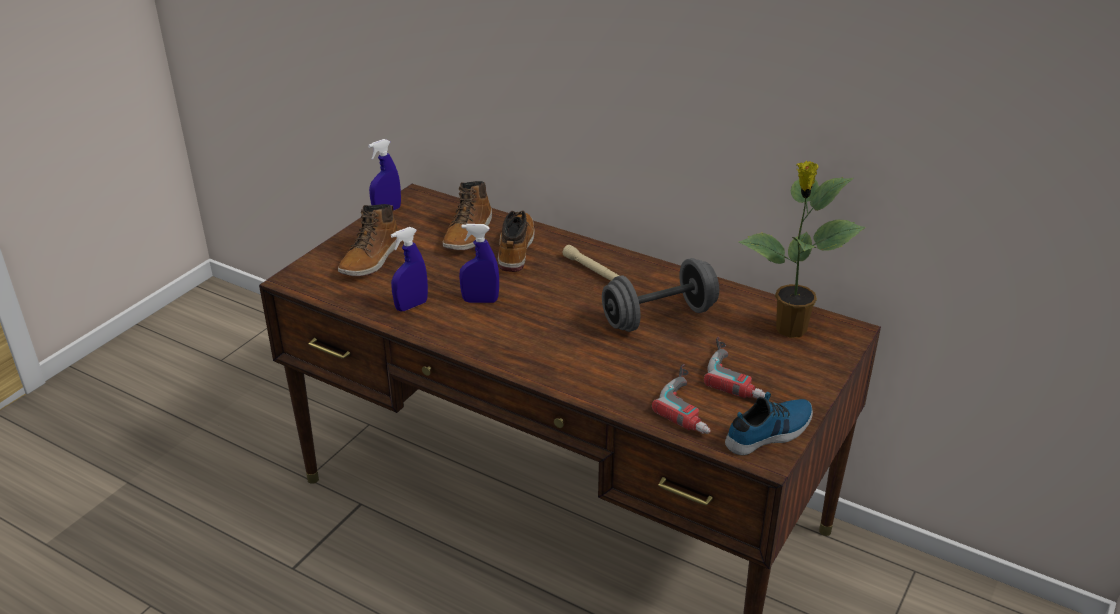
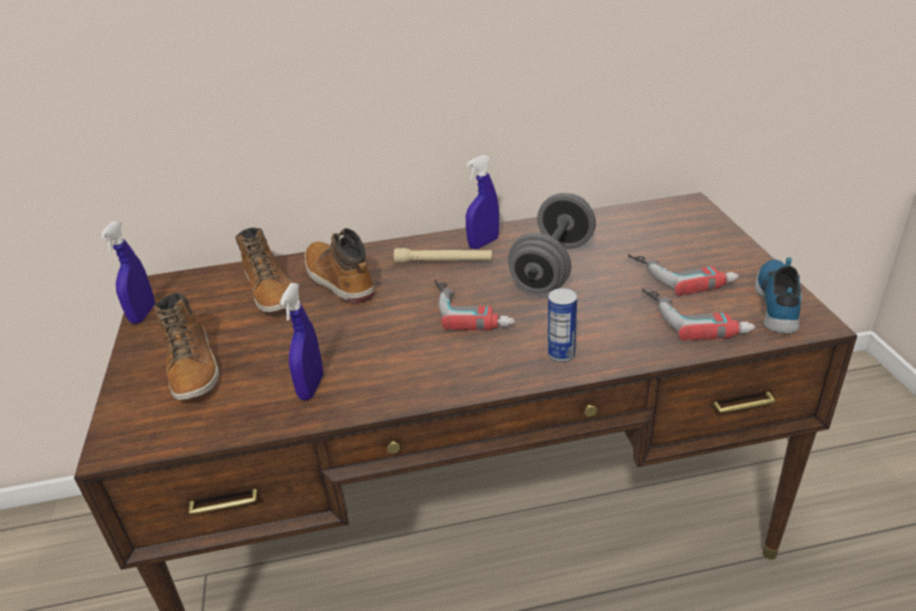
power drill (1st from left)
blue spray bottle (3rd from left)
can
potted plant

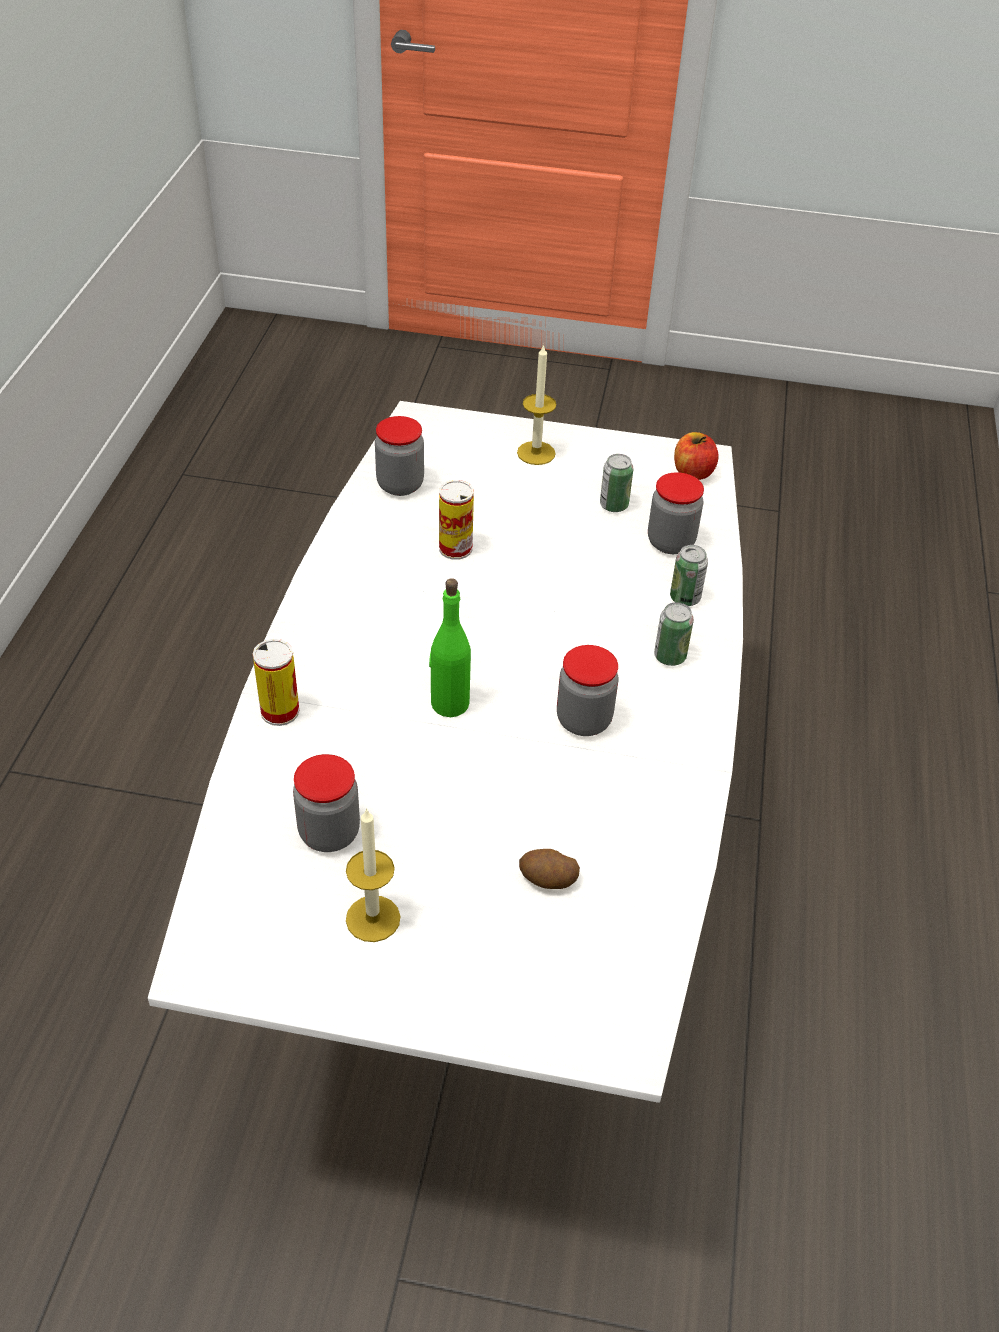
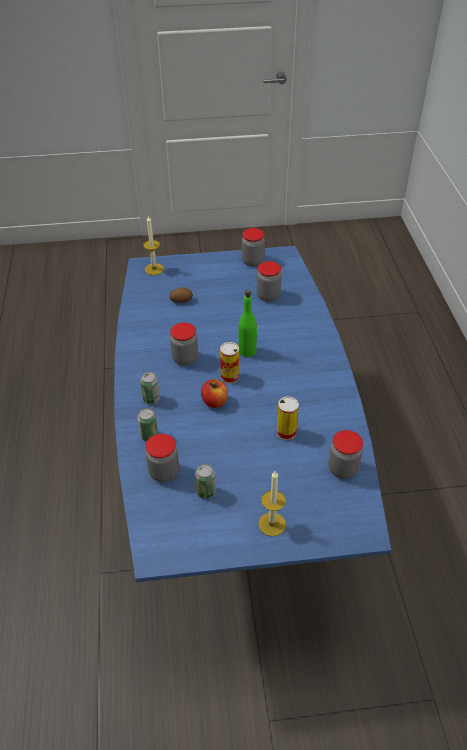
blue dining table
candle (1st from left)
apple
can (4th from left)
jar (3rd from left)

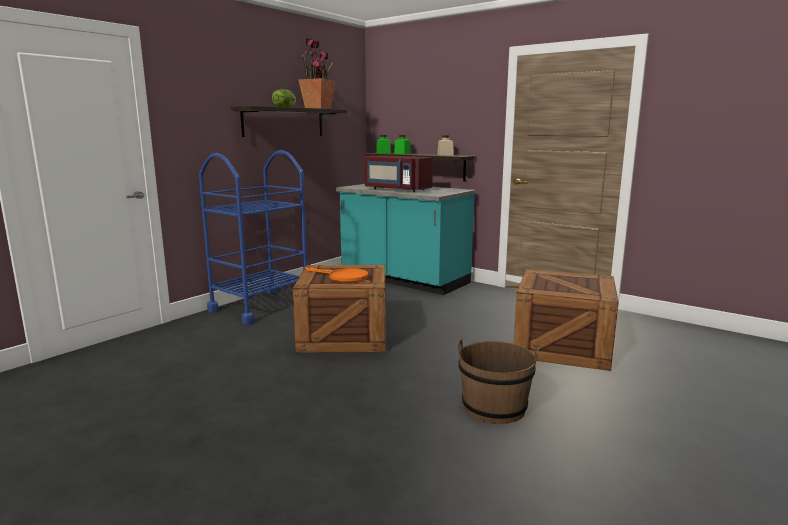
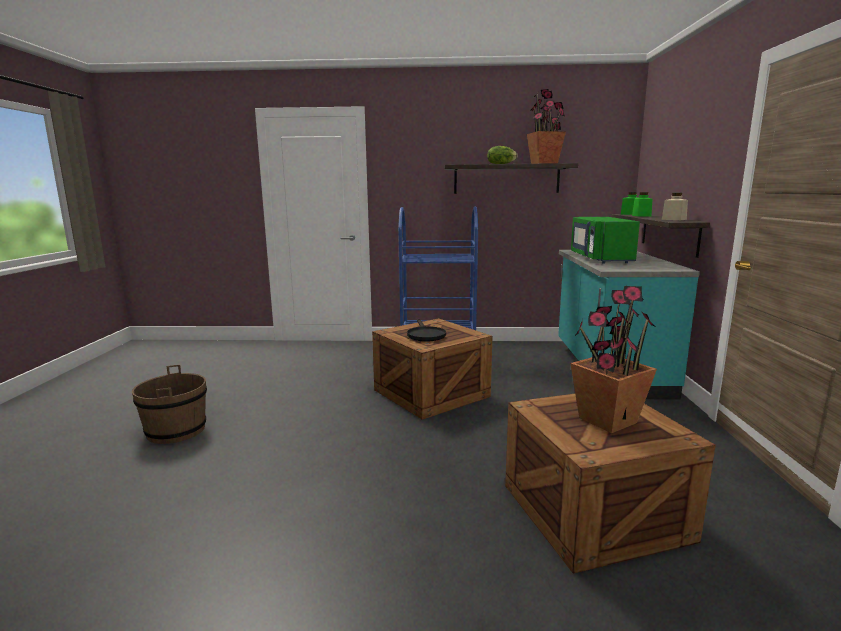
brown bucket
black frying pan
potted plant (2nd from left)
green microwave

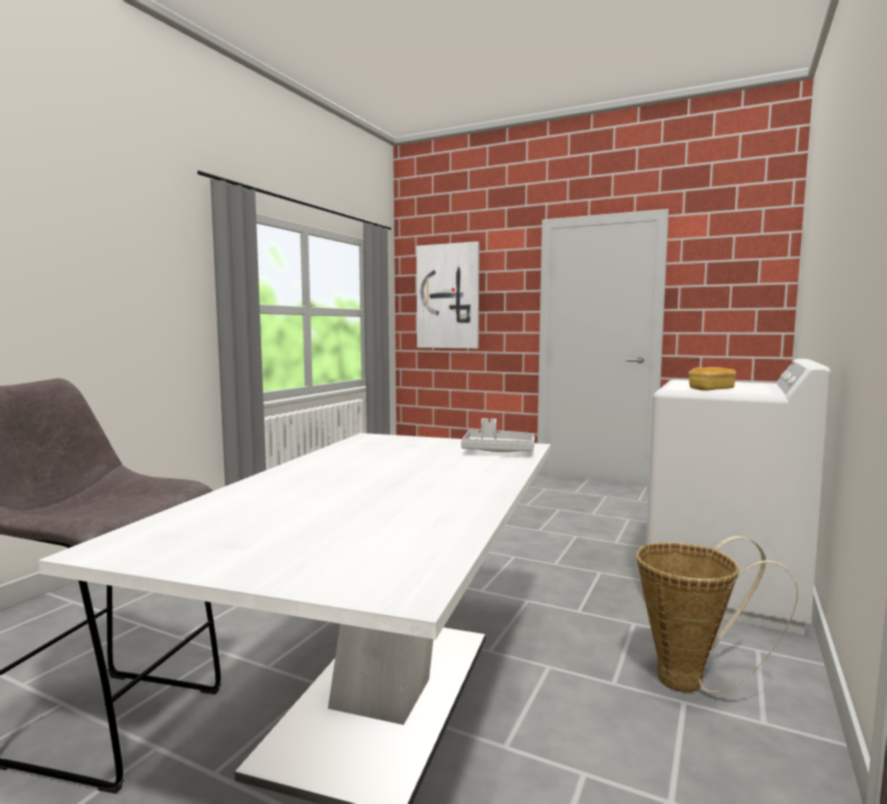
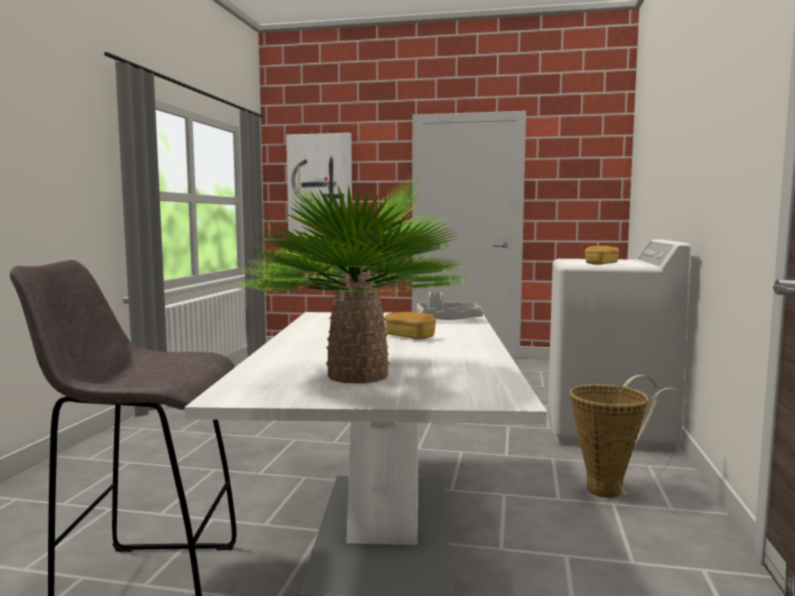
potted plant
bread (1st from left)

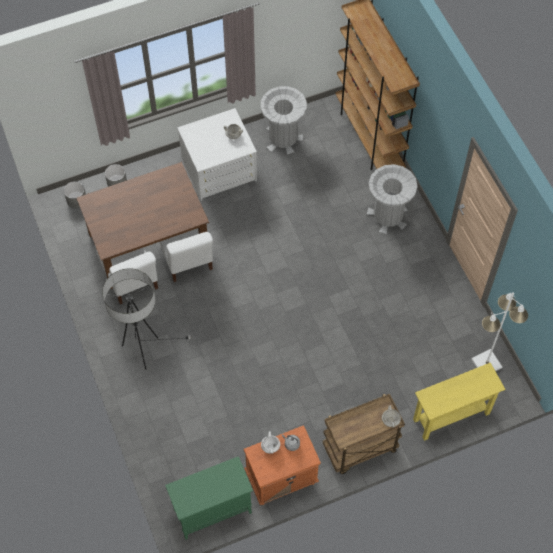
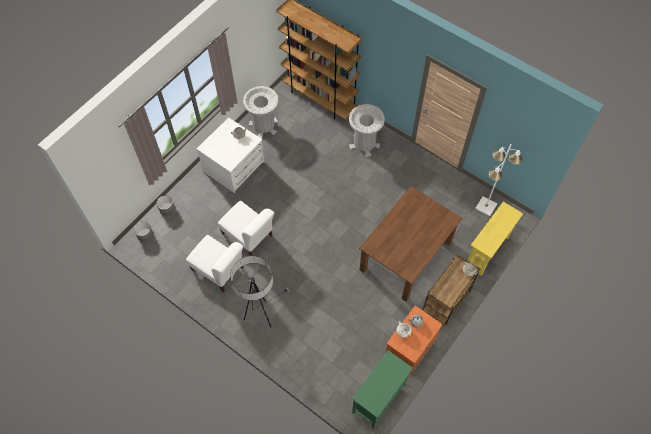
brown dining table

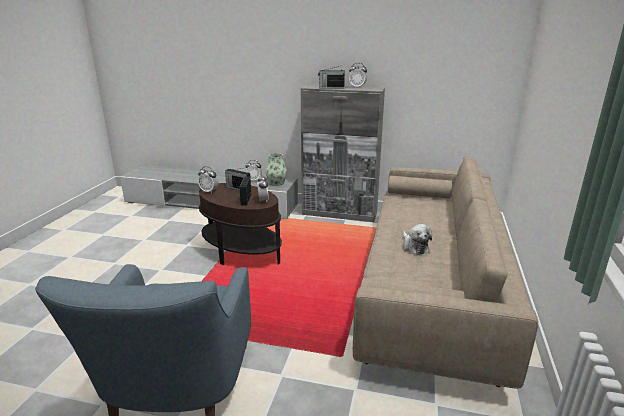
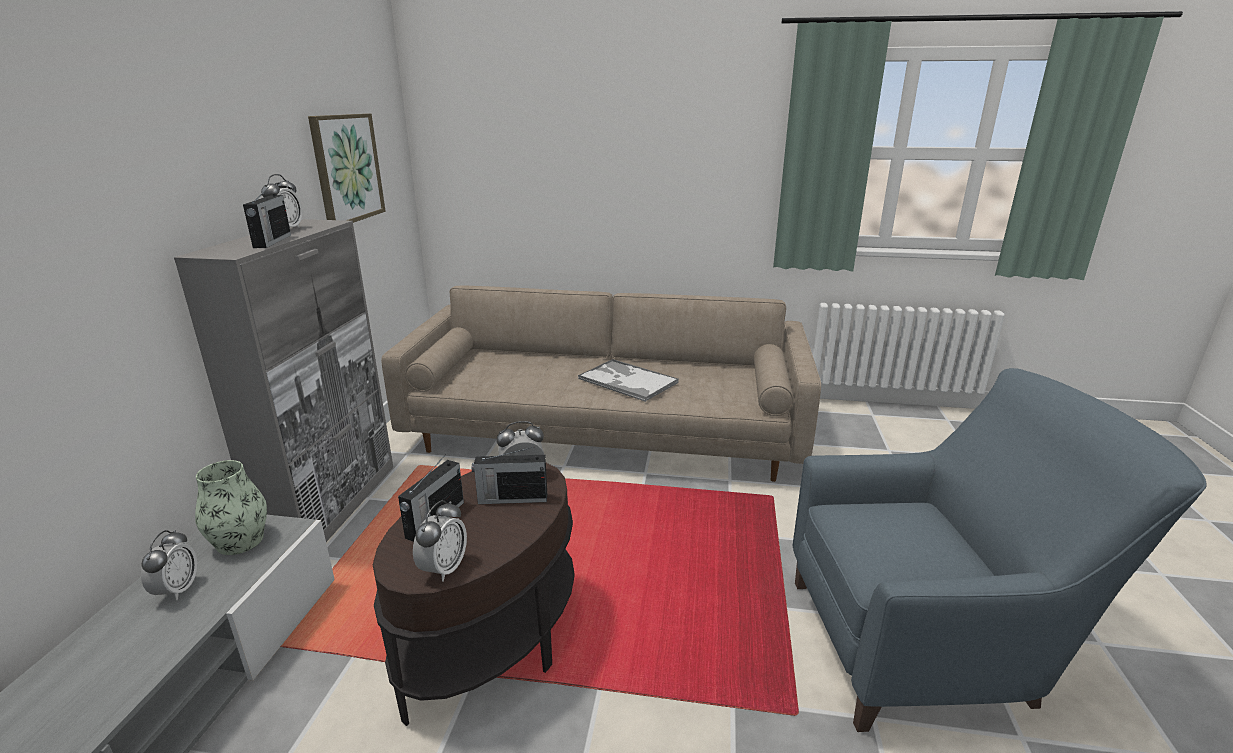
picture
tray

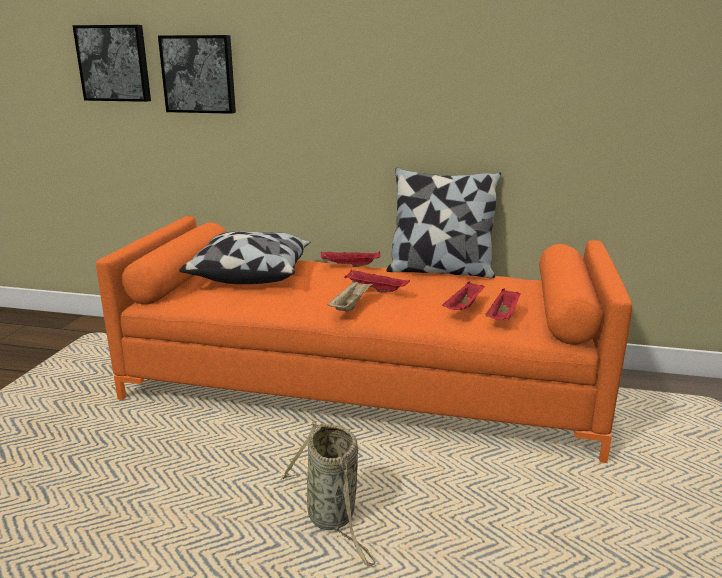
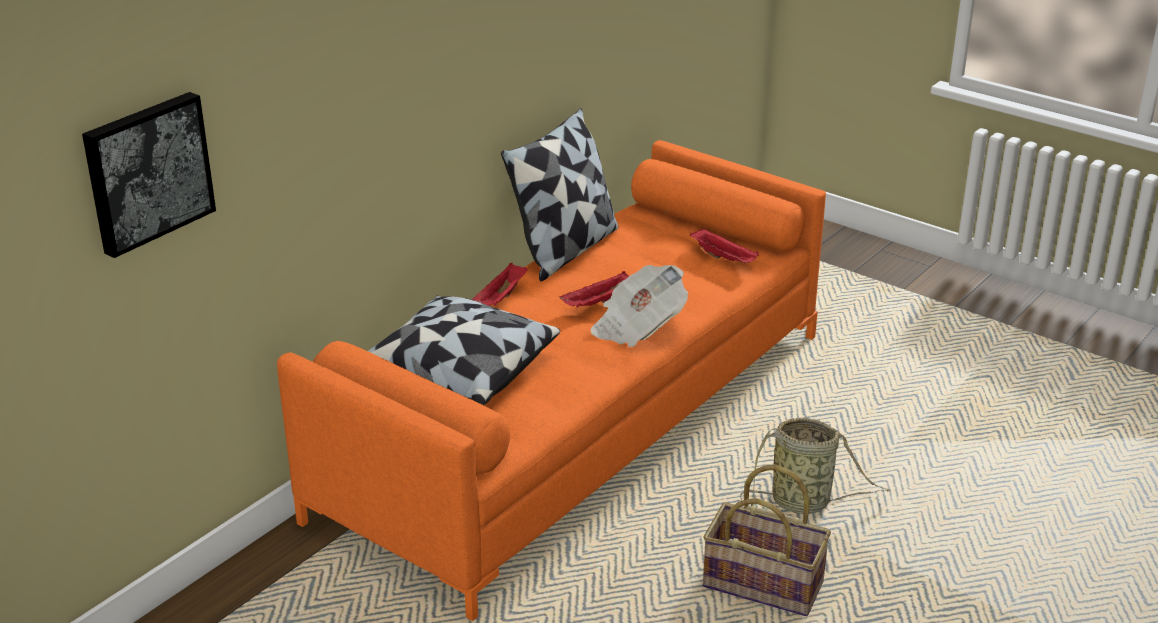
newspaper
basket (1st from left)
picture (2nd from left in the first image)
red tray (3rd from left in the first image)

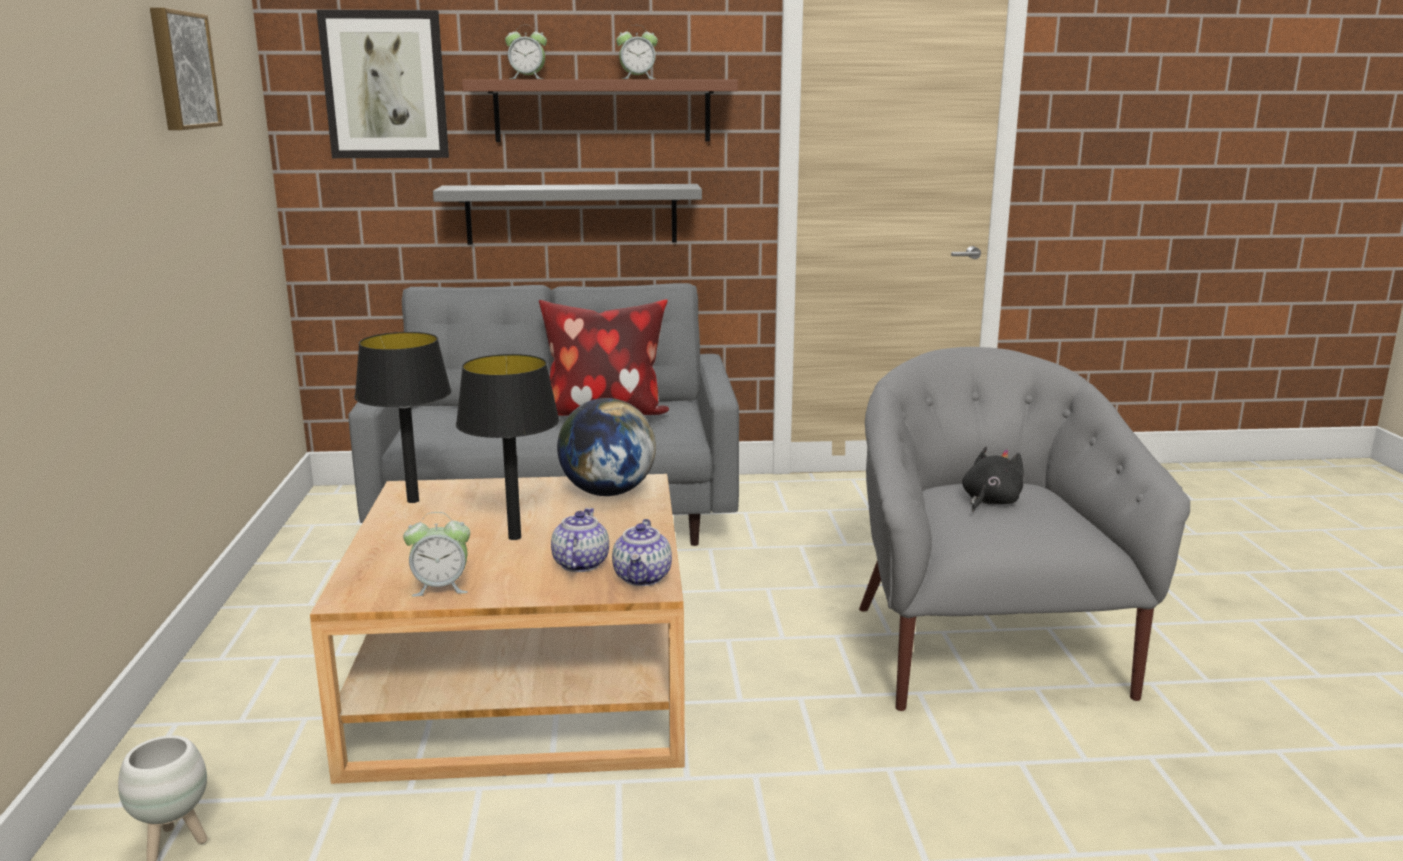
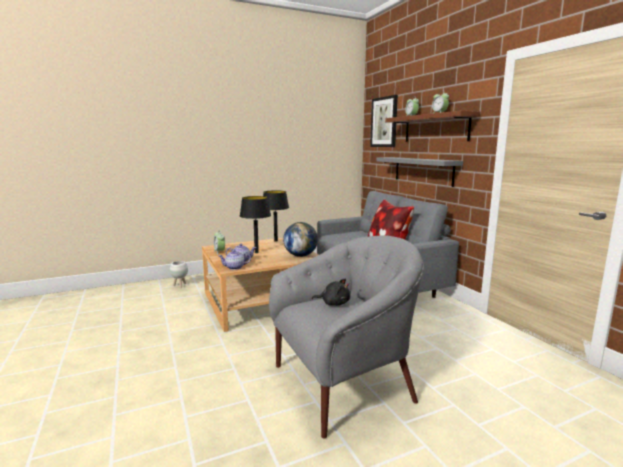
picture (1st from left in the first image)

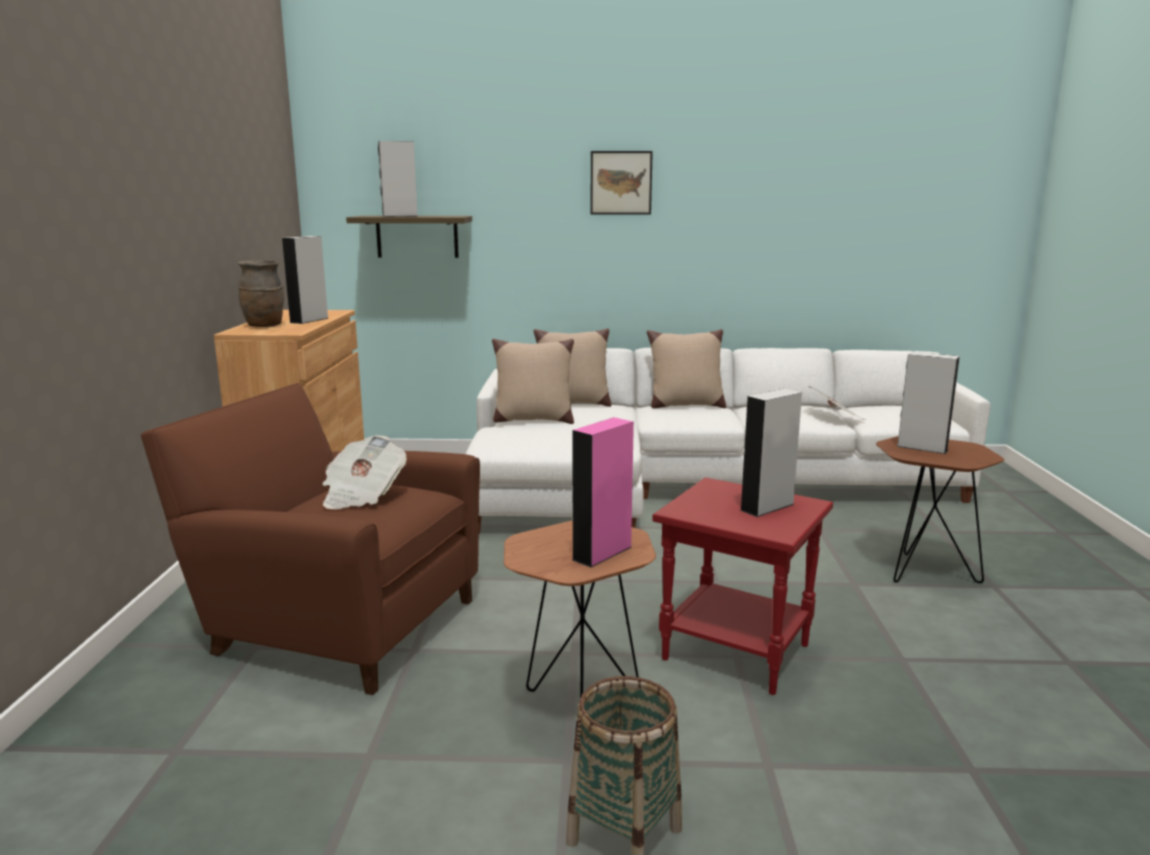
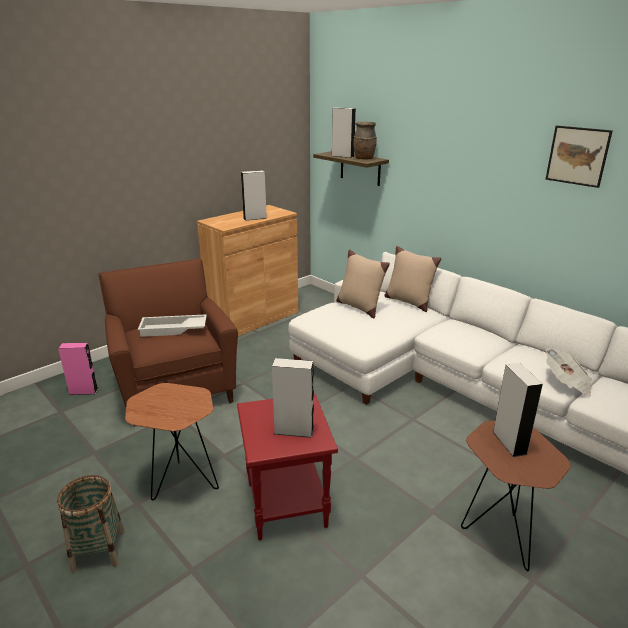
pink speaker
white tray
brown vase
picture
beige pillow (3rd from left in the first image)

